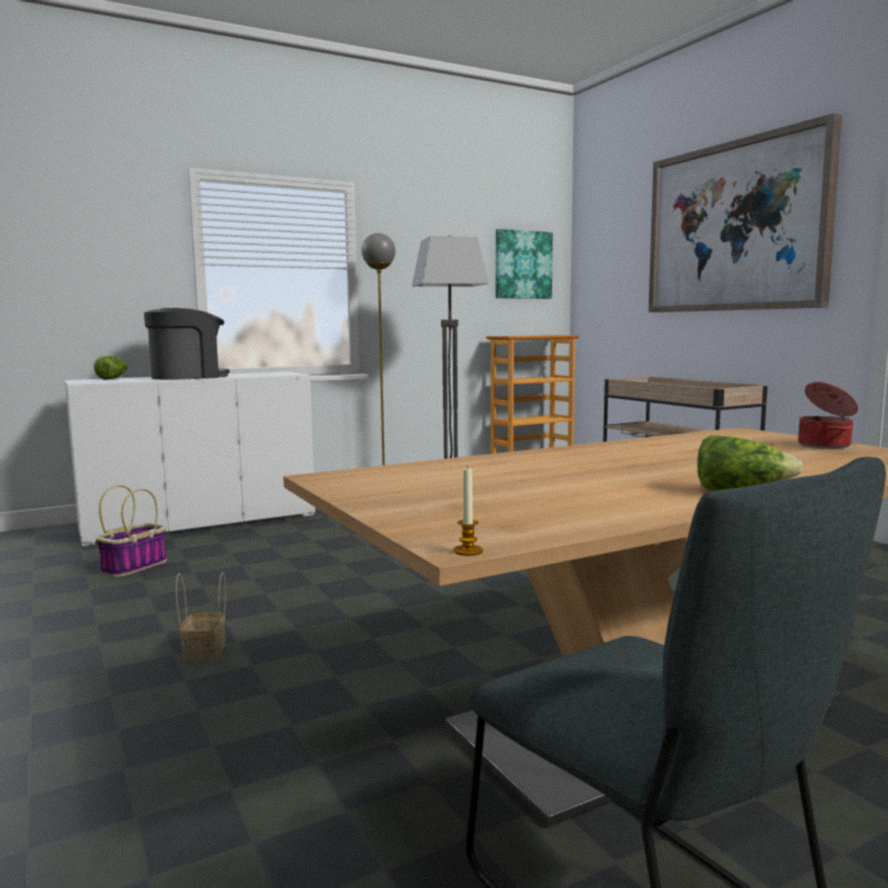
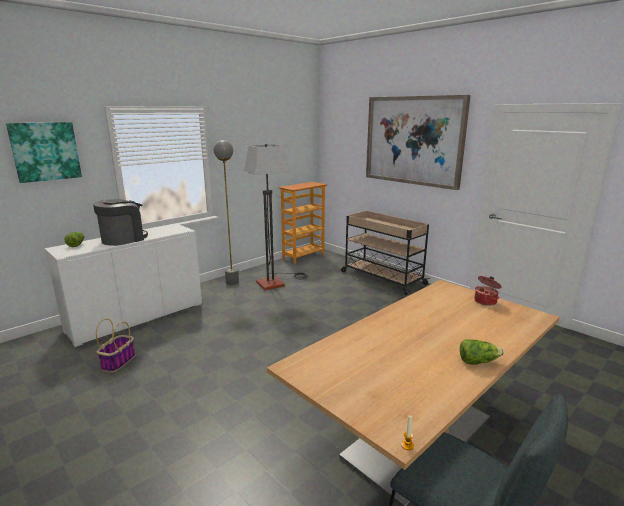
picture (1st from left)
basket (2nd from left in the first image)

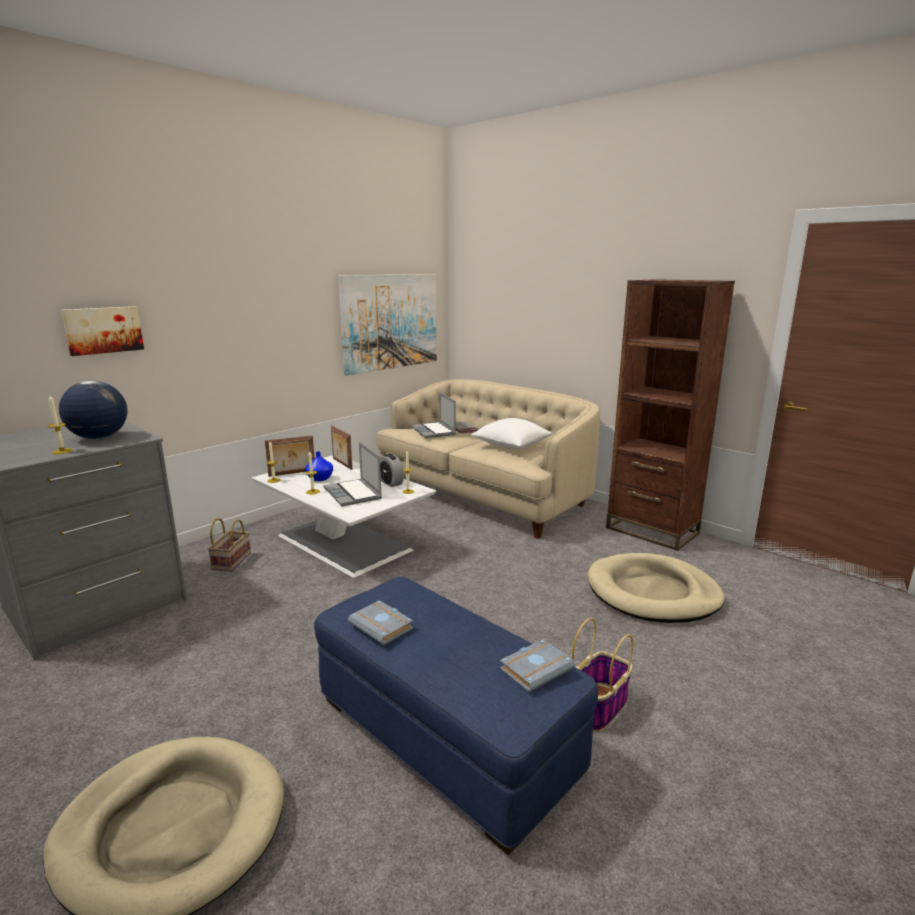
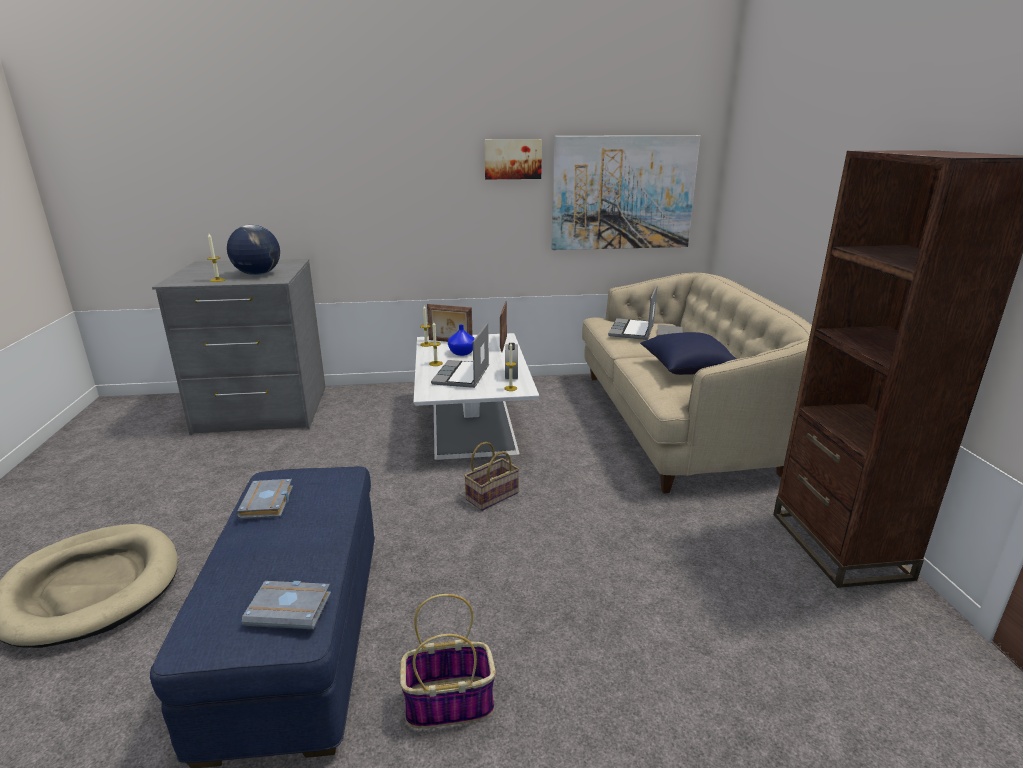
basket (2nd from left)
picture (1st from left)
blue pillow
beige dog bed (2nd from left in the first image)

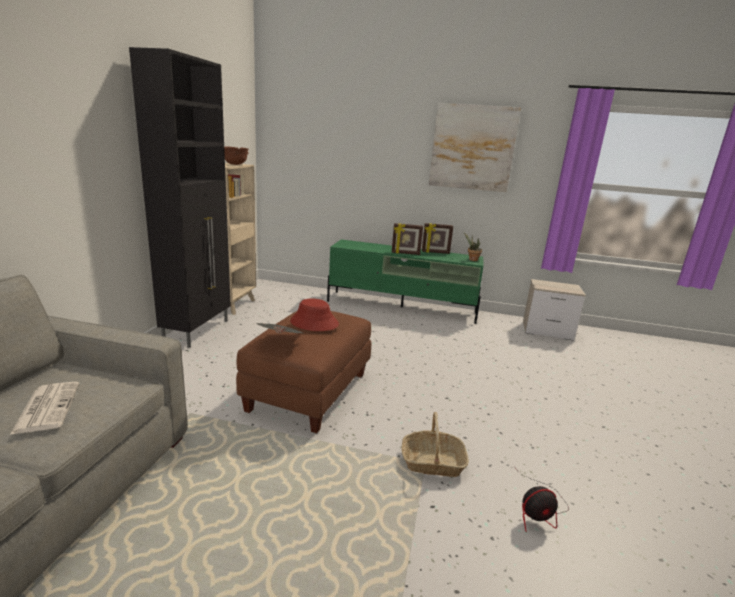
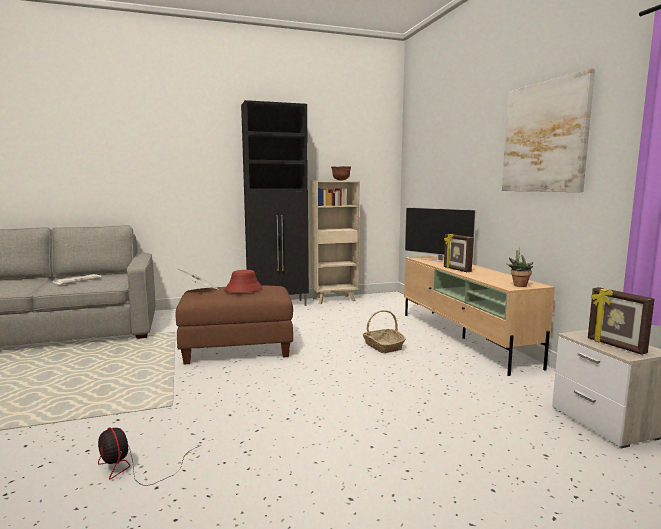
basket
television
beige tv stand
picture frame (2nd from left)

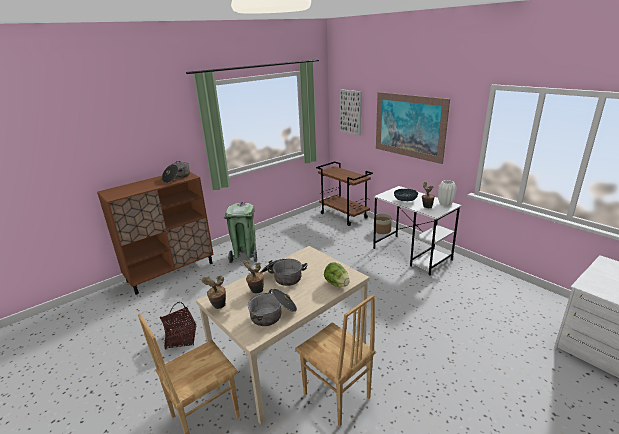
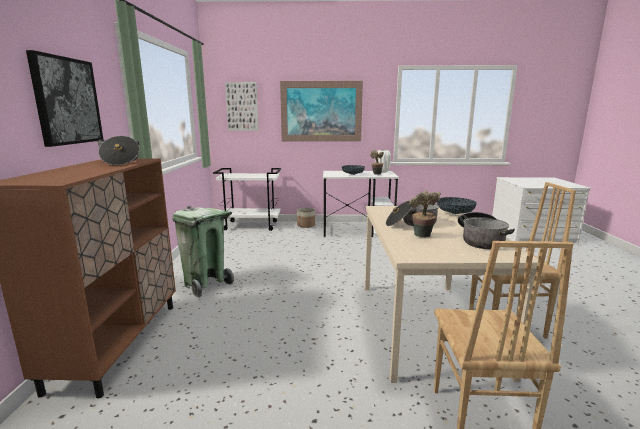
picture (1st from left)
white cart
bowl (2nd from left)
basket
potted plant (1st from left in the first image)

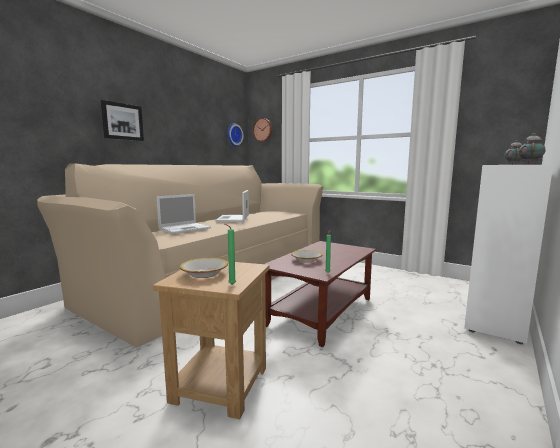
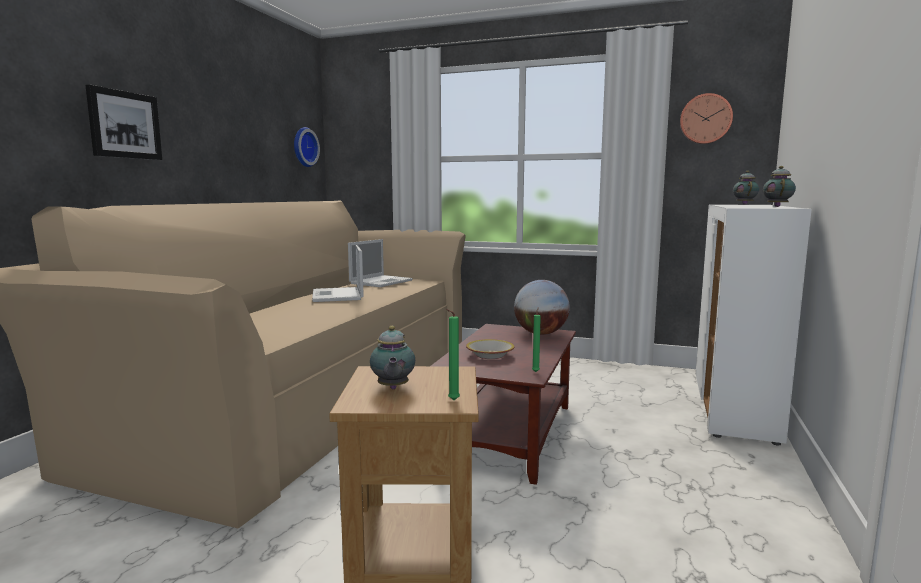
laptop (2nd from left)
teapot (1st from left)
globe
wall clock (2nd from left)

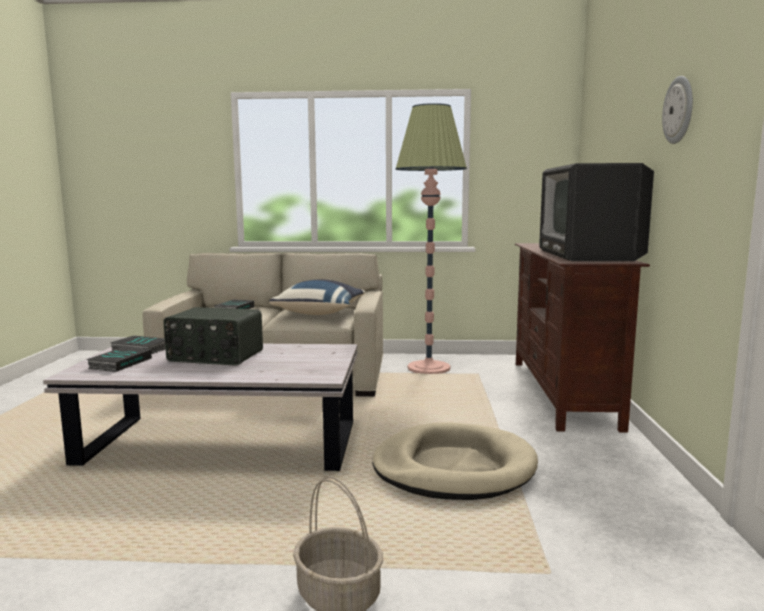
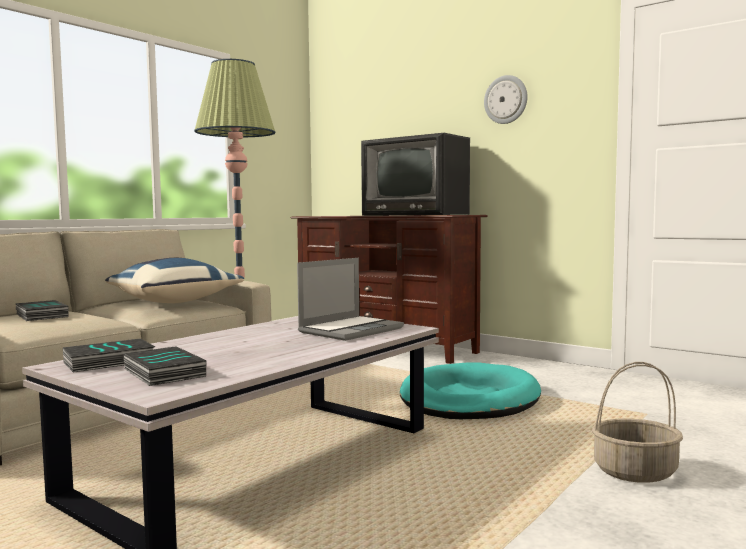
laptop
turquoise dog bed
radio

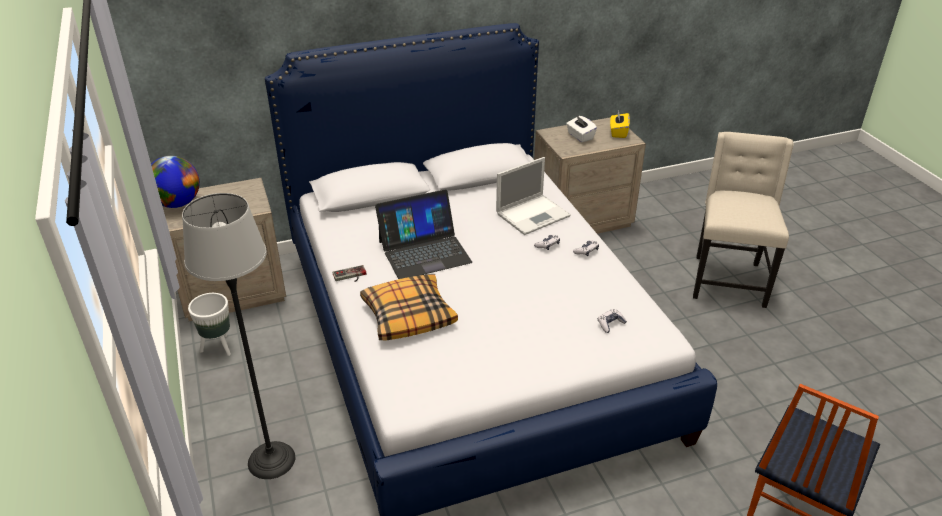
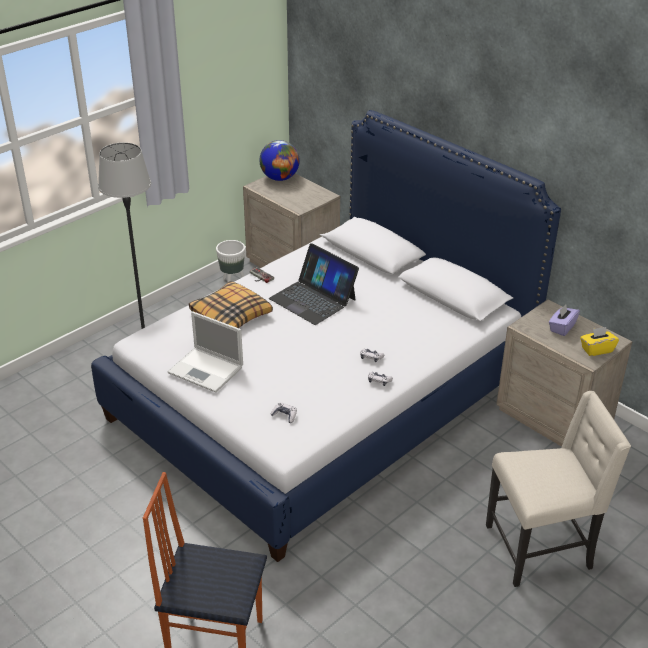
laptop (1st from left)
purple tissue box

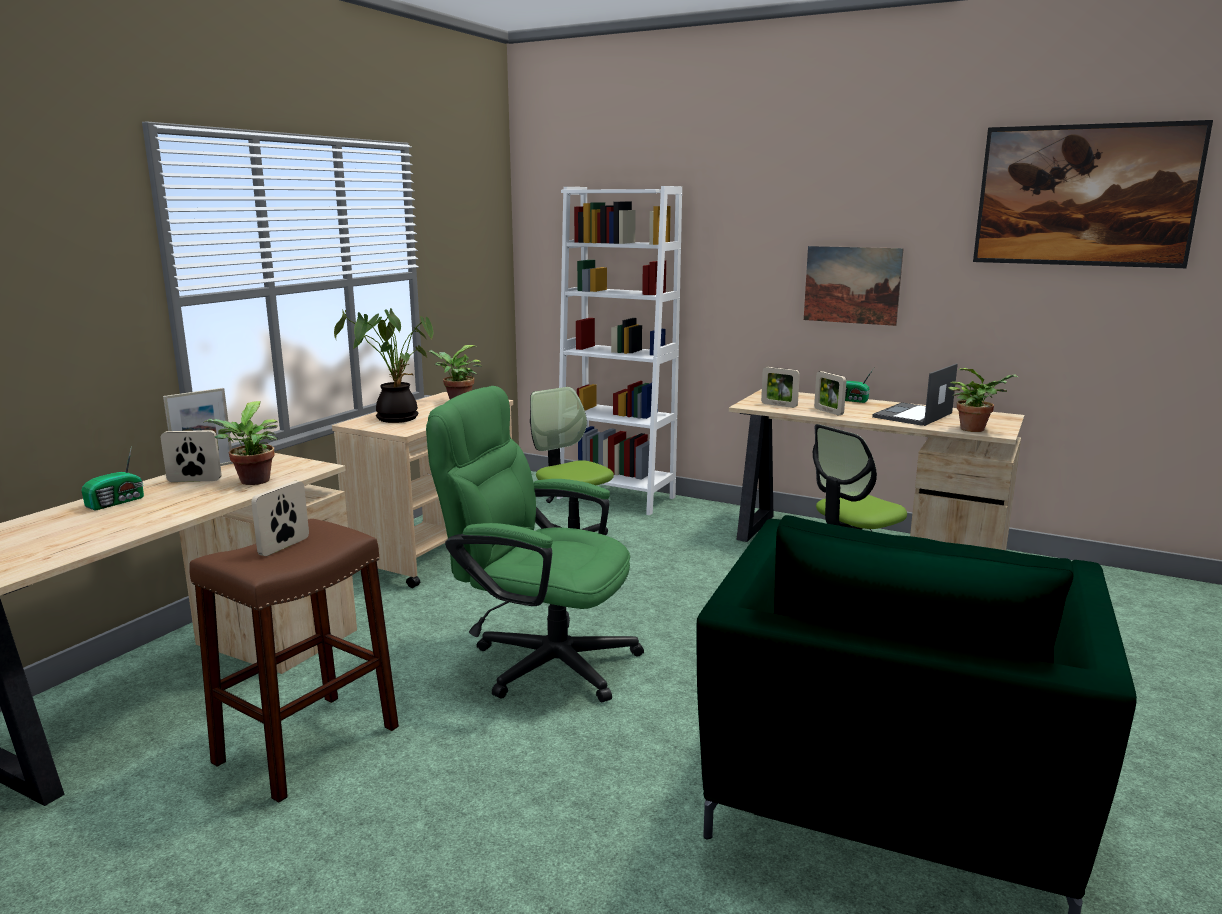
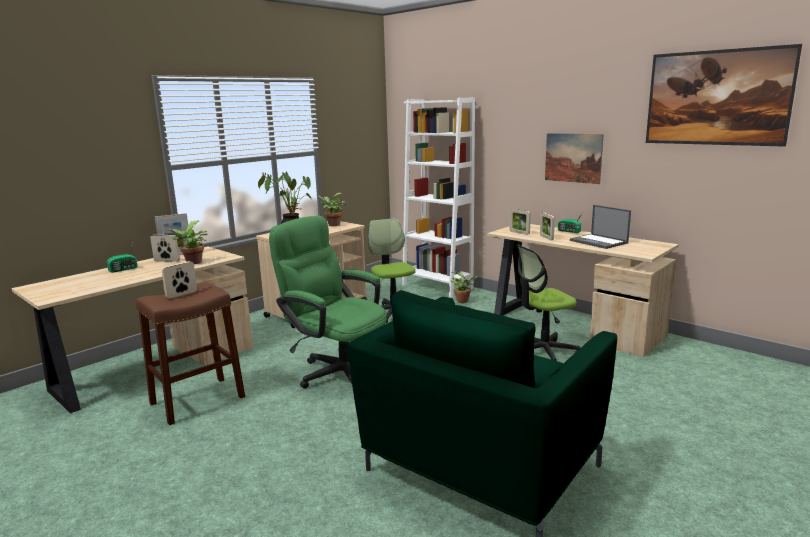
potted plant (4th from left)
laptop

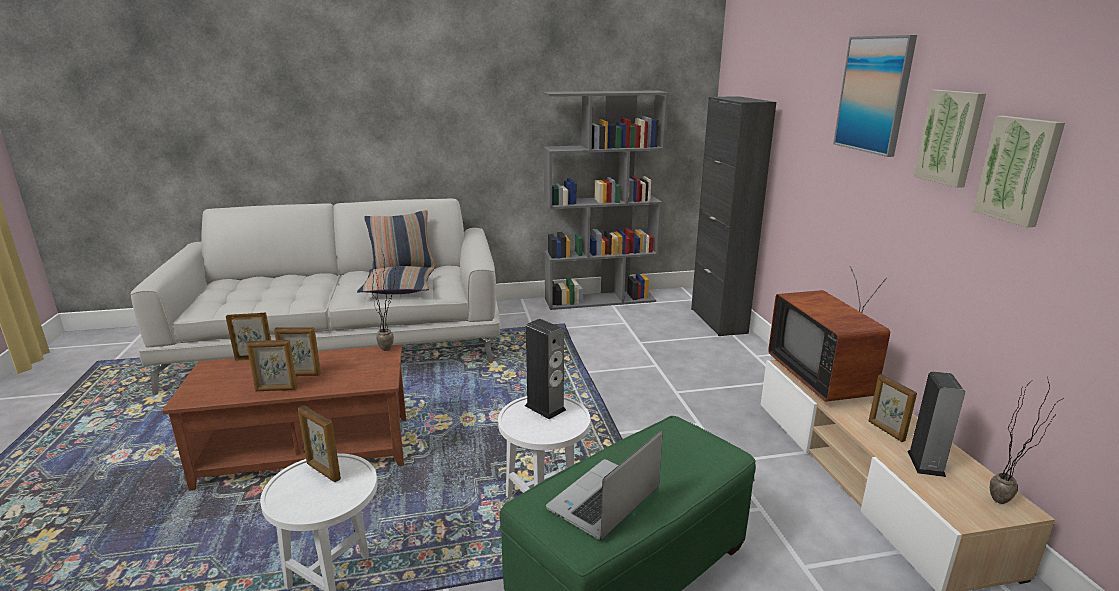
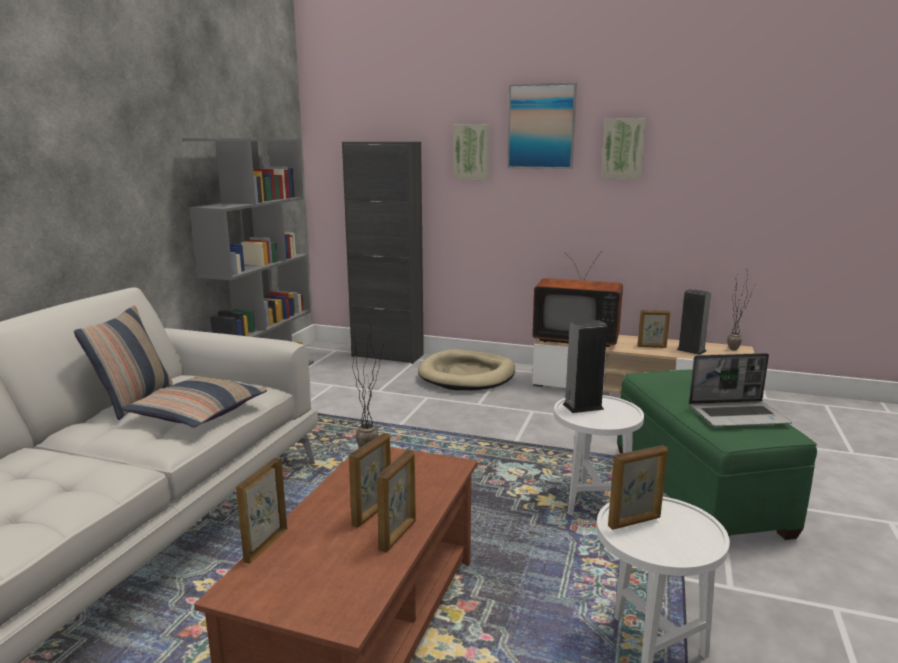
beige dog bed
picture (1st from left)
laptop

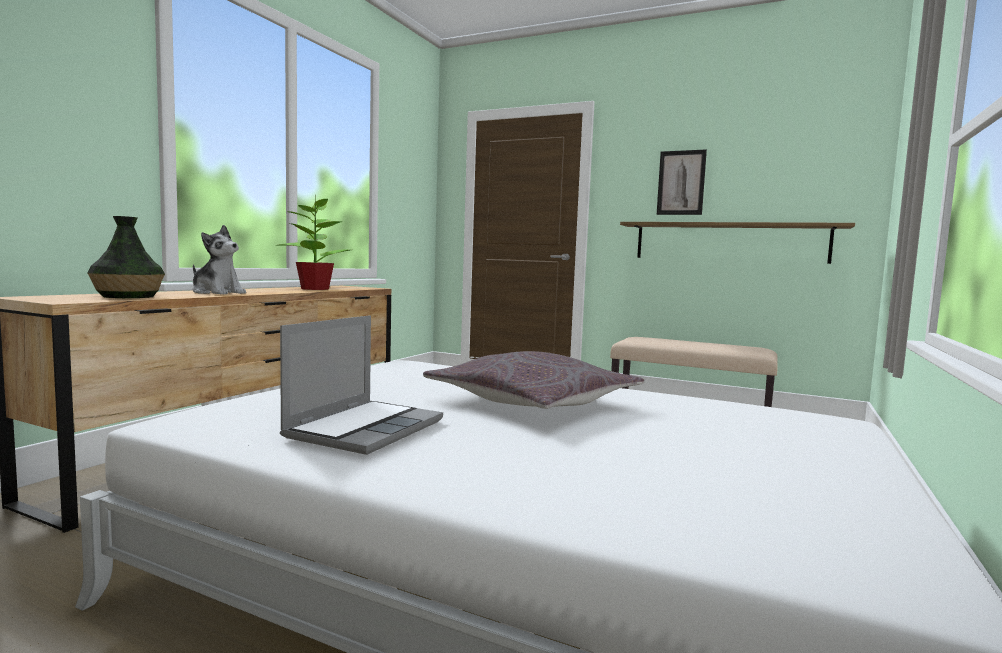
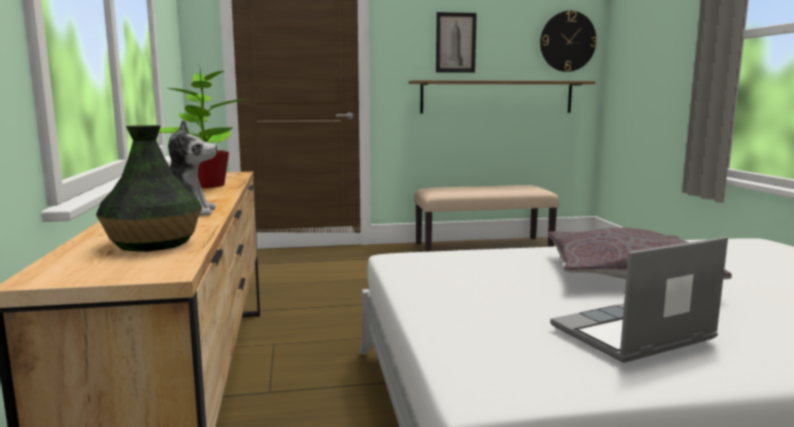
wall clock
laptop

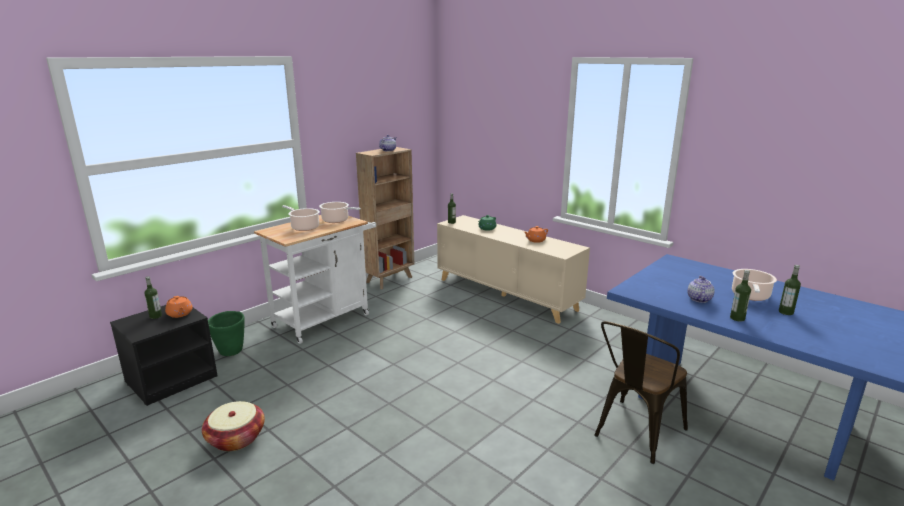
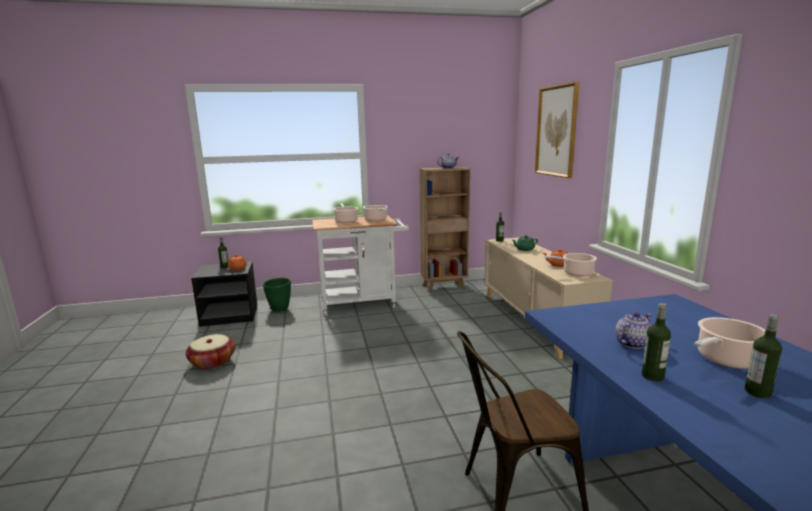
picture
cooking pot (3rd from left)

